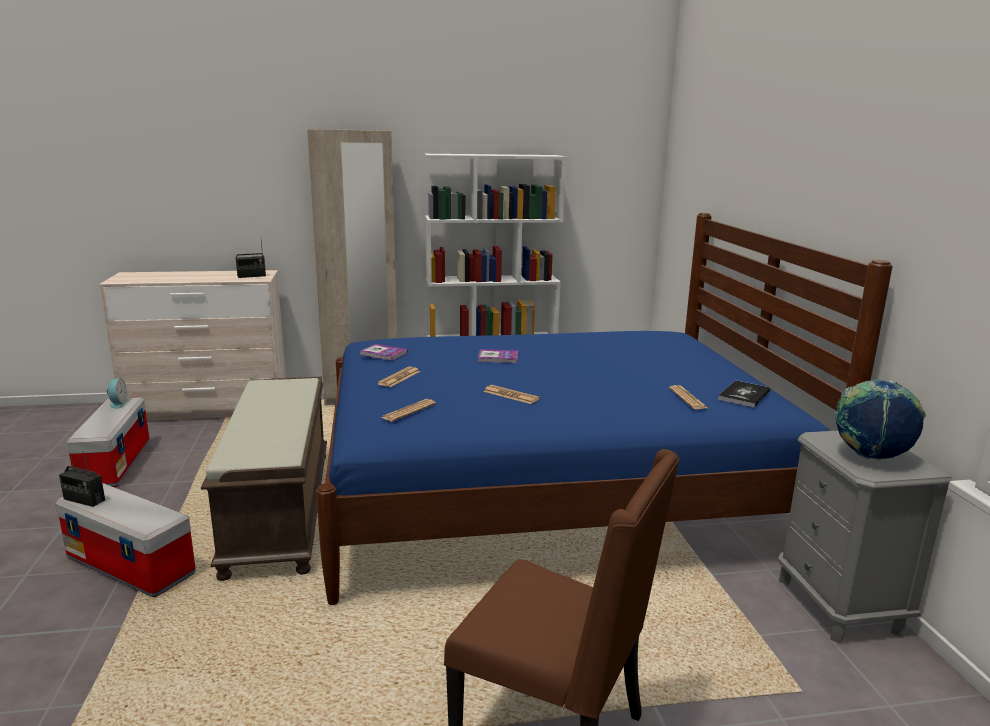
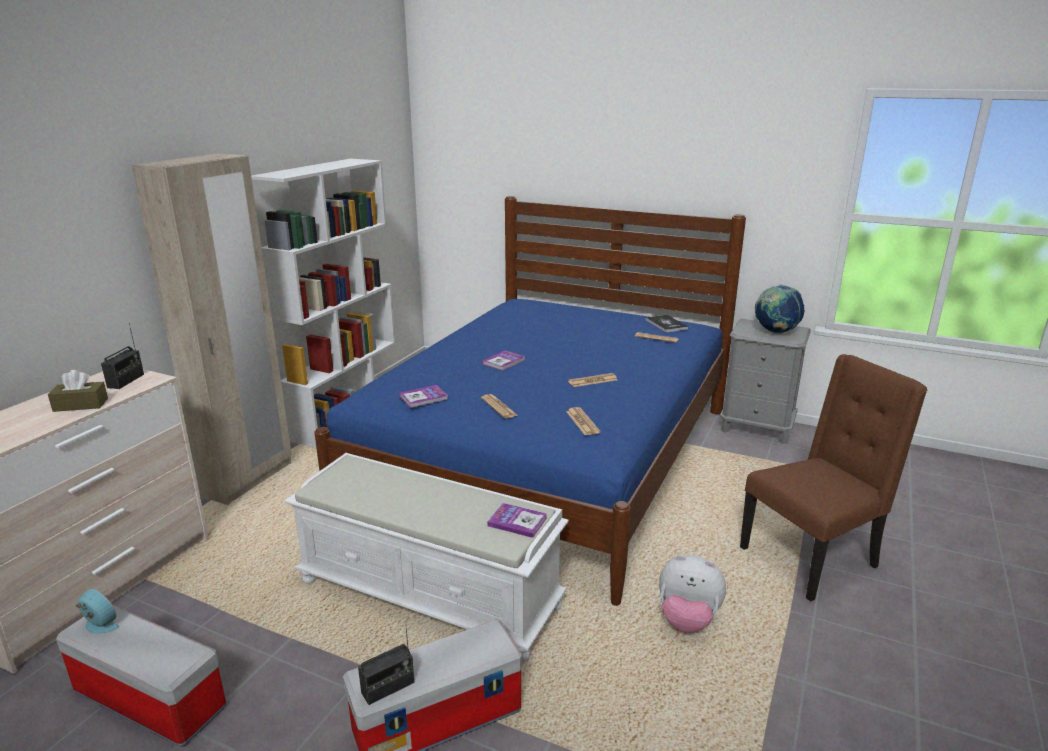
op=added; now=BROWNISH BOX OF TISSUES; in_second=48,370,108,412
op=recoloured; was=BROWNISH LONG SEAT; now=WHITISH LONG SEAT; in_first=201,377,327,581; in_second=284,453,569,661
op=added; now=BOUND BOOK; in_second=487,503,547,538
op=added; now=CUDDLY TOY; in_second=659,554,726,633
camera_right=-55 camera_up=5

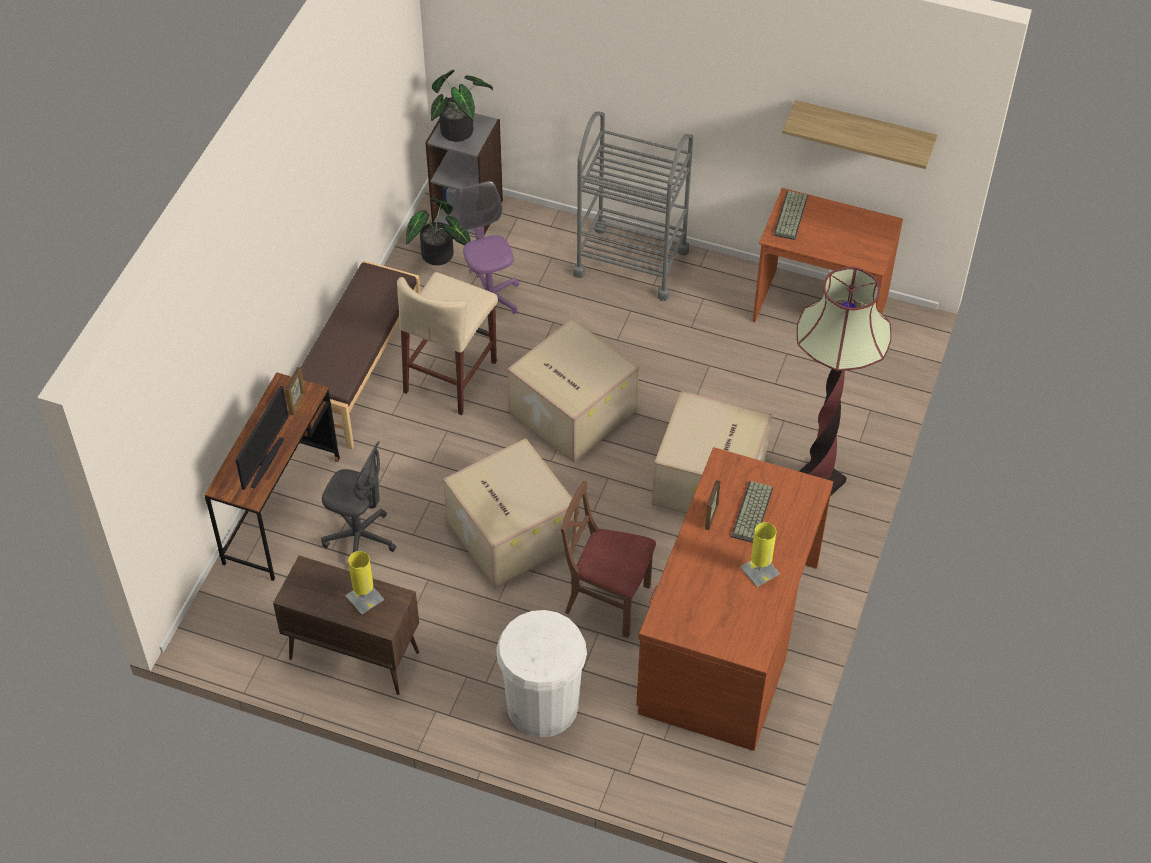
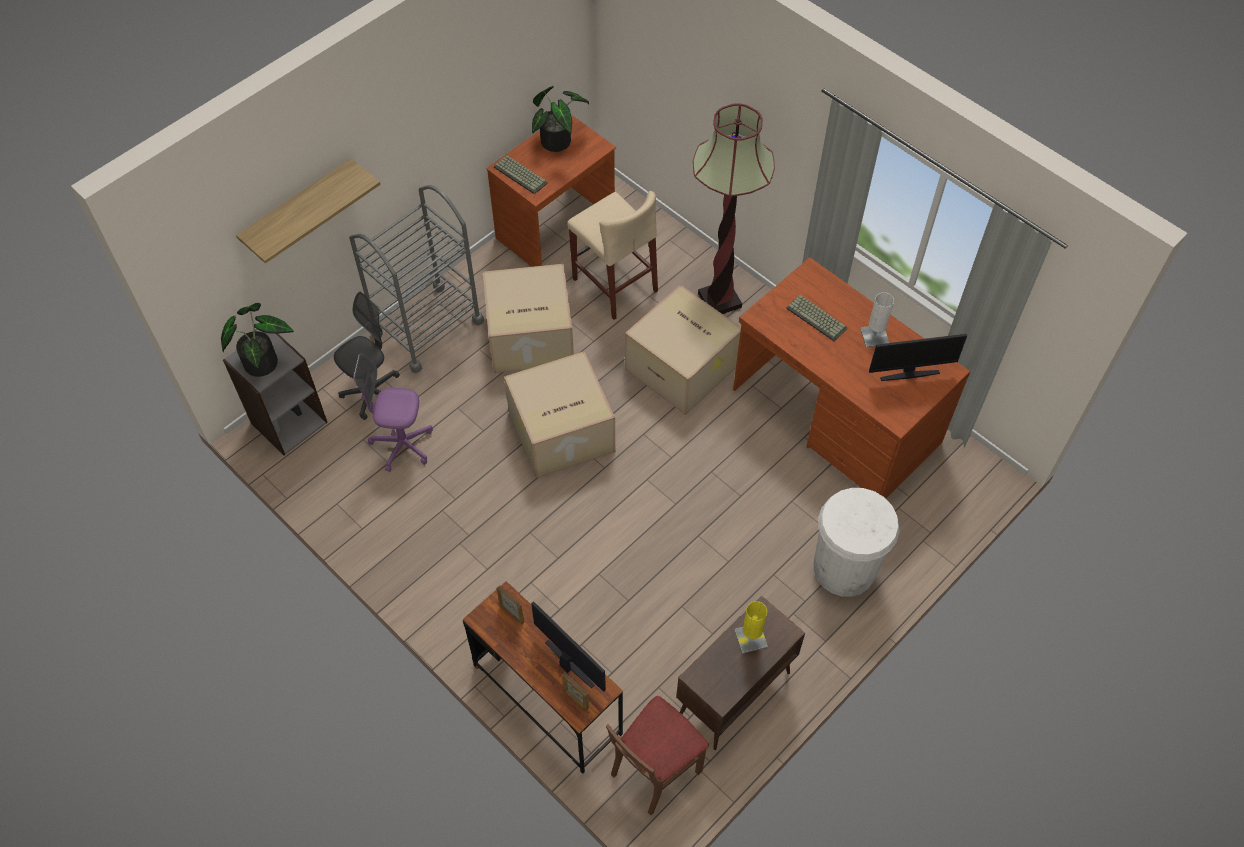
op=moved; was=BRACKET SHELF; in_first=782,100,937,169; in_second=236,158,381,264
op=moved; was=GREYISH COMPUTER CHAIR; in_first=321,441,396,552; in_second=334,292,400,420
op=moved; was=CARTON; in_first=443,438,577,588; in_second=483,264,574,373
op=moved; was=PLANT IN A POT; in_first=406,198,471,265; in_second=532,86,589,152
op=moved; was=PICTURE FRAME; in_first=705,480,720,530; in_second=562,672,589,711
op=moved; was=BEIGE-COLOURED STOOL SEAT; in_first=397,272,498,415; in_second=567,191,658,320
op=moved; was=BROWNISH CHAIR; in_first=561,481,656,638; in_second=606,696,709,815
op=recoloured; was=YELLOWISH TABLETOP LAMP; now=WHITISH TABLETOP LAMP; in_first=740,522,780,587; in_second=860,292,894,347
op=added; now=COMPUTER SCREEN; in_second=869,334,967,381
op=removed; was=BROWNISH LONG SEAT; in_first=301,261,421,449
camera_right=-65 camera_up=5

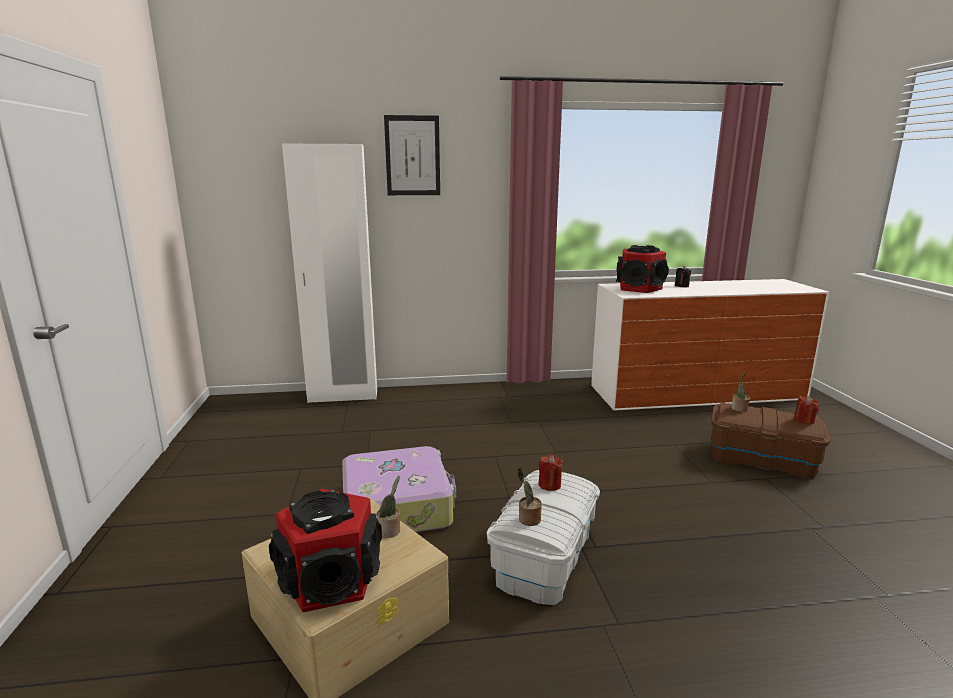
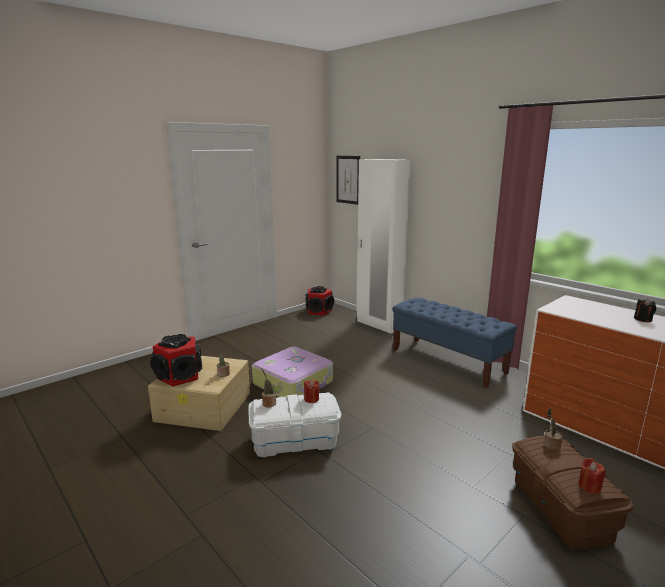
op=moved; was=AUDIO SPEAKER; in_first=616,245,669,293; in_second=305,286,335,316
op=moved; was=WALL PICTURE; in_first=384,115,440,195; in_second=336,156,360,205
op=added; now=BLUISH LONG SEAT; in_second=392,298,517,388
camera_right=55 camera_up=0

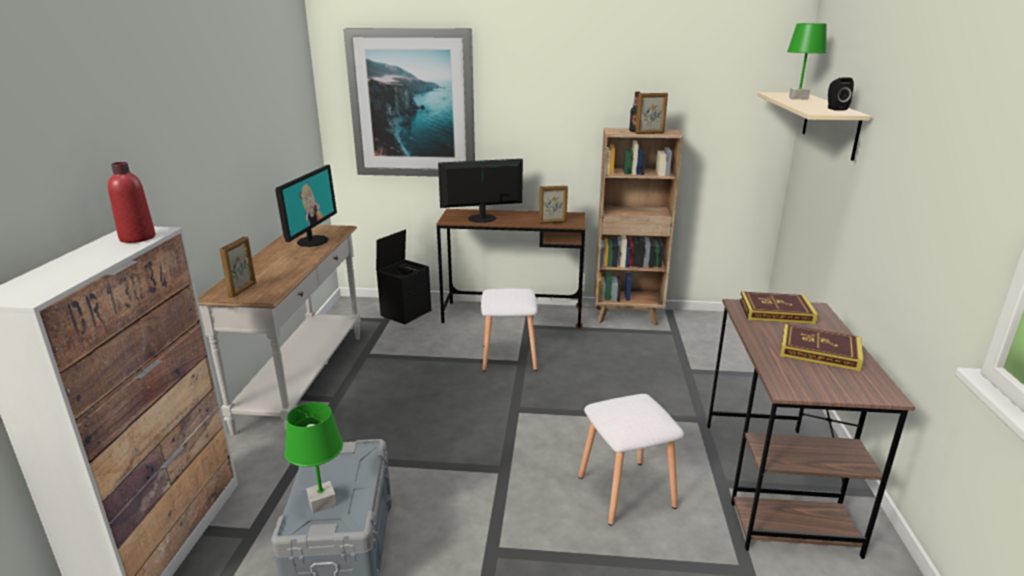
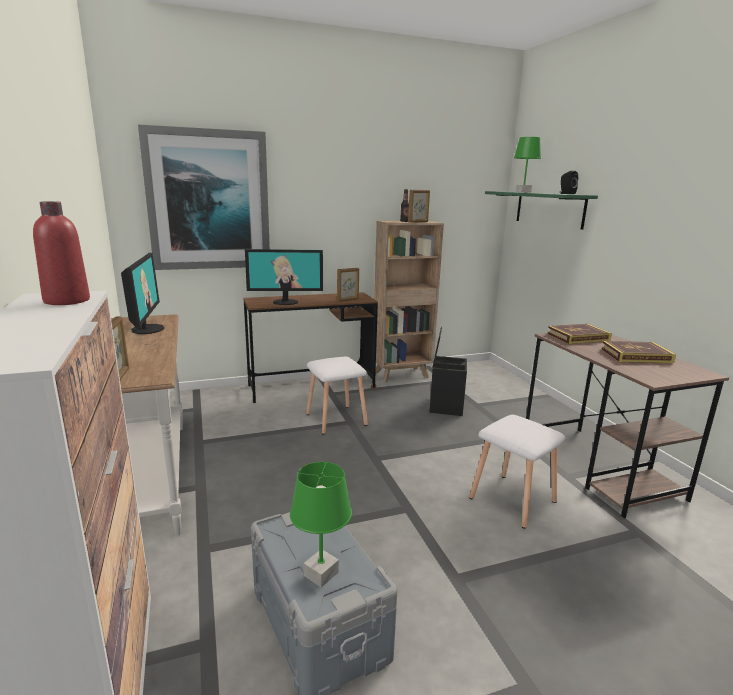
op=turned; was=COMPUTER SCREEN; in_first=438,159,523,223; in_second=245,249,323,305; clockwise=-150
op=moved; was=BLACK STORAGE CONTAINER; in_first=376,230,431,324; in_second=430,327,467,416
op=recoloured; was=BEIGE-COLOURED BRACKET SHELF; now=GREEN BRACKET SHELF; in_first=757,92,871,161; in_second=485,191,598,230
camera_right=-25 camera_up=-5

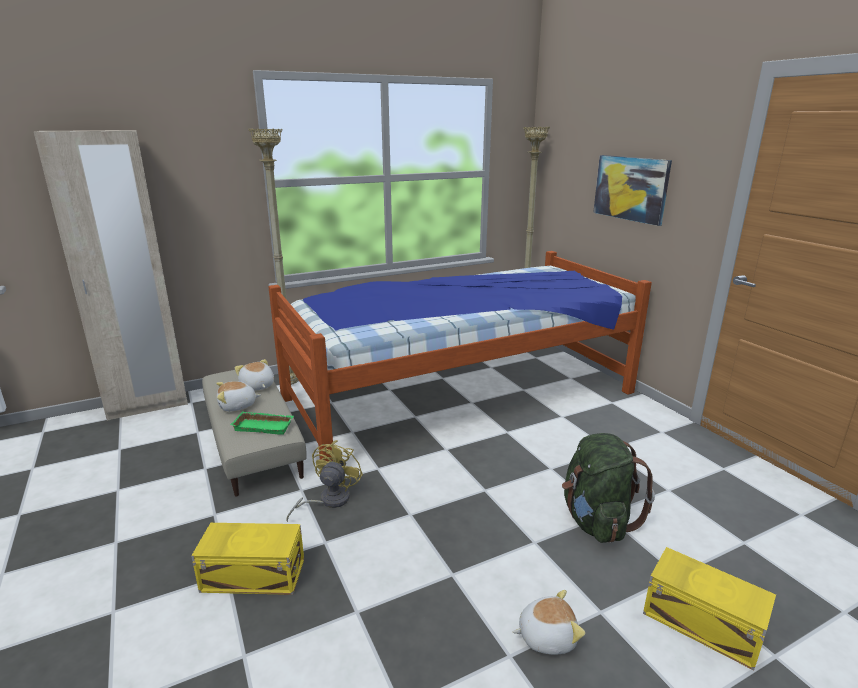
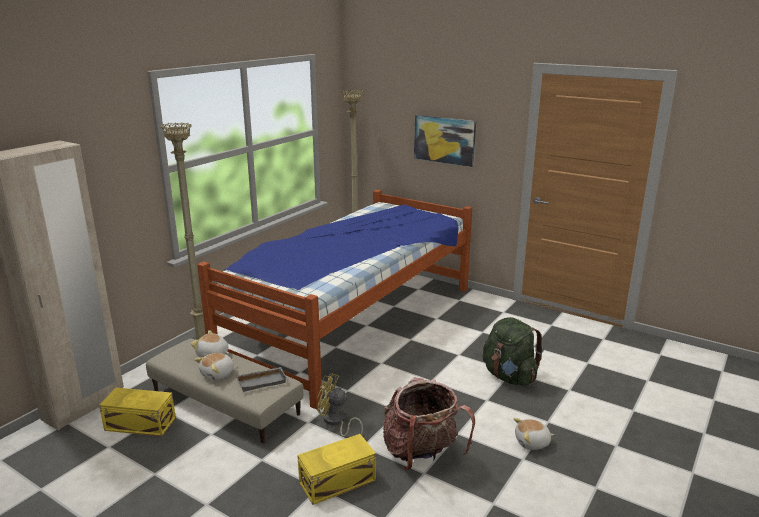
op=moved; was=YELLOWISH STORAGE CONTAINER; in_first=643,547,776,670; in_second=99,388,176,436
op=recoloured; was=GREEN TRAY; now=GREYISH TRAY; in_first=230,411,294,435; in_second=236,367,287,392
op=turned; was=YELLOWISH ELECTRIC FAN; in_first=286,440,363,522; in_second=317,373,363,437; clockwise=-60
op=added; now=KNAPSACK; in_second=383,378,475,471
op=turned; was=CUDDLY TOY; in_first=513,590,585,655; in_second=513,418,554,450; clockwise=-150
camera_right=-30 camera_up=0

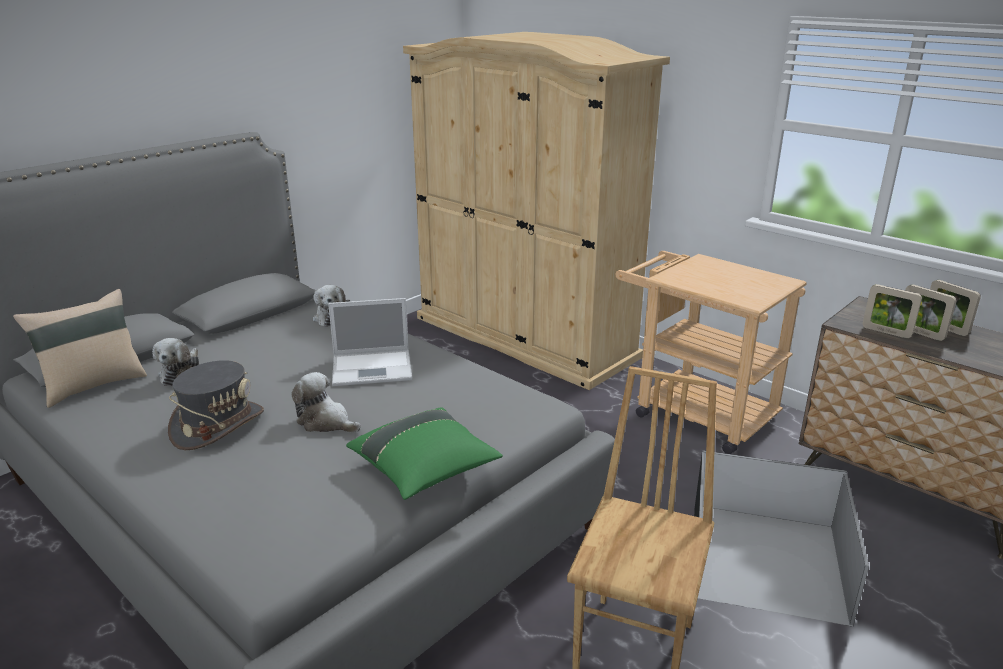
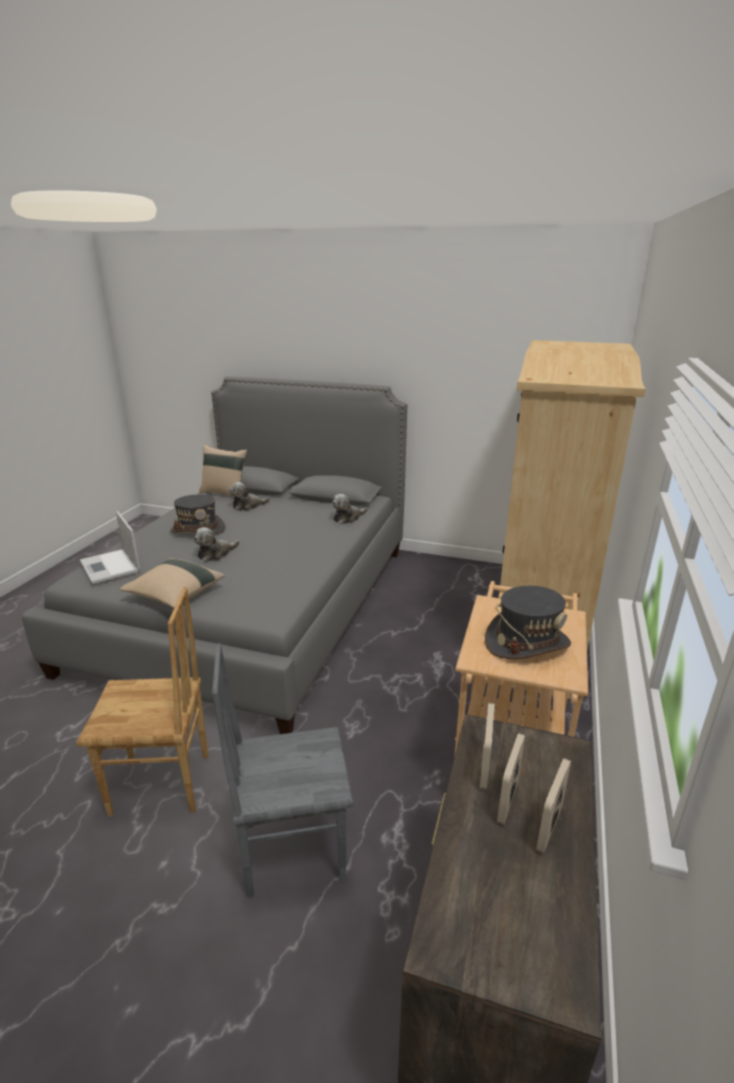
op=moved; was=LAPTOP; in_first=328,298,412,386; in_second=80,511,140,584
op=recoloured; was=GREEN THROW PILLOW; now=BEIGE-COLOURED THROW PILLOW; in_first=346,407,503,500; in_second=119,558,225,608
op=turned; was=CUDDLY TOY; in_first=291,372,361,433; in_second=194,527,239,562; clockwise=-135
op=replaced; was=BLACK STORAGE CONTAINER; now=GREYISH CHAIR; in_first=694,450,869,627; in_second=212,643,353,898
op=added; now=GREYISH WEARABLE HAT; in_second=485,586,571,659
camera_right=65 camera_up=0

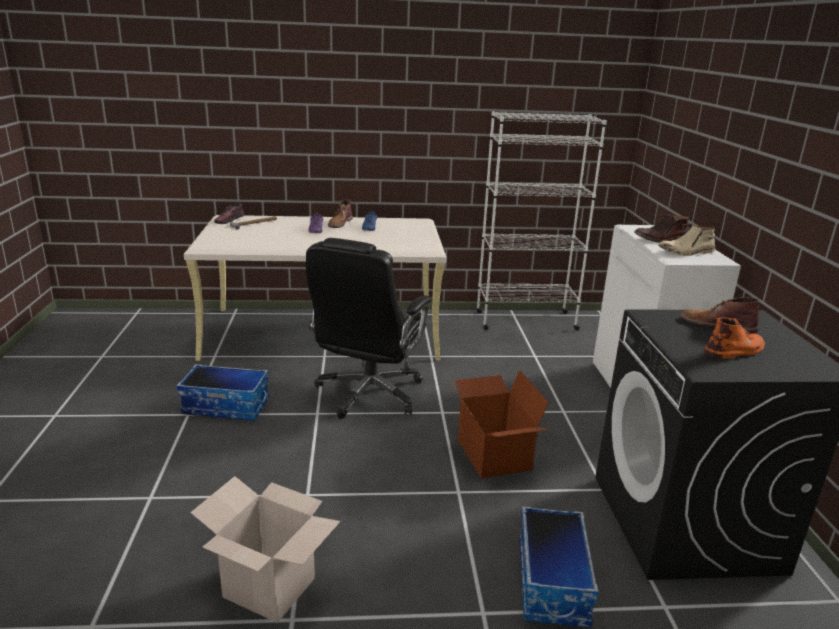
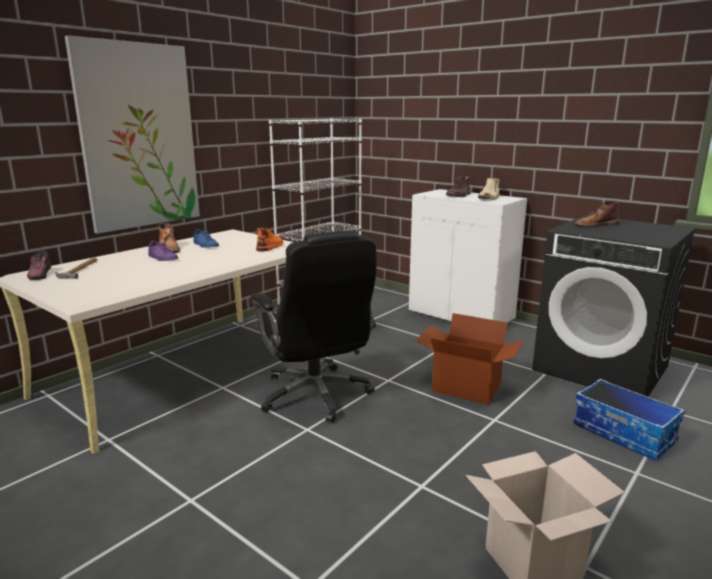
op=added; now=WALL PICTURE; in_second=65,35,200,234
op=moved; was=ORANGEY TALL BOOT; in_first=704,317,765,359; in_second=256,227,283,251
op=removed; was=STORAGE CONTAINER; in_first=176,364,270,420
camera_right=-45 camera_up=-5

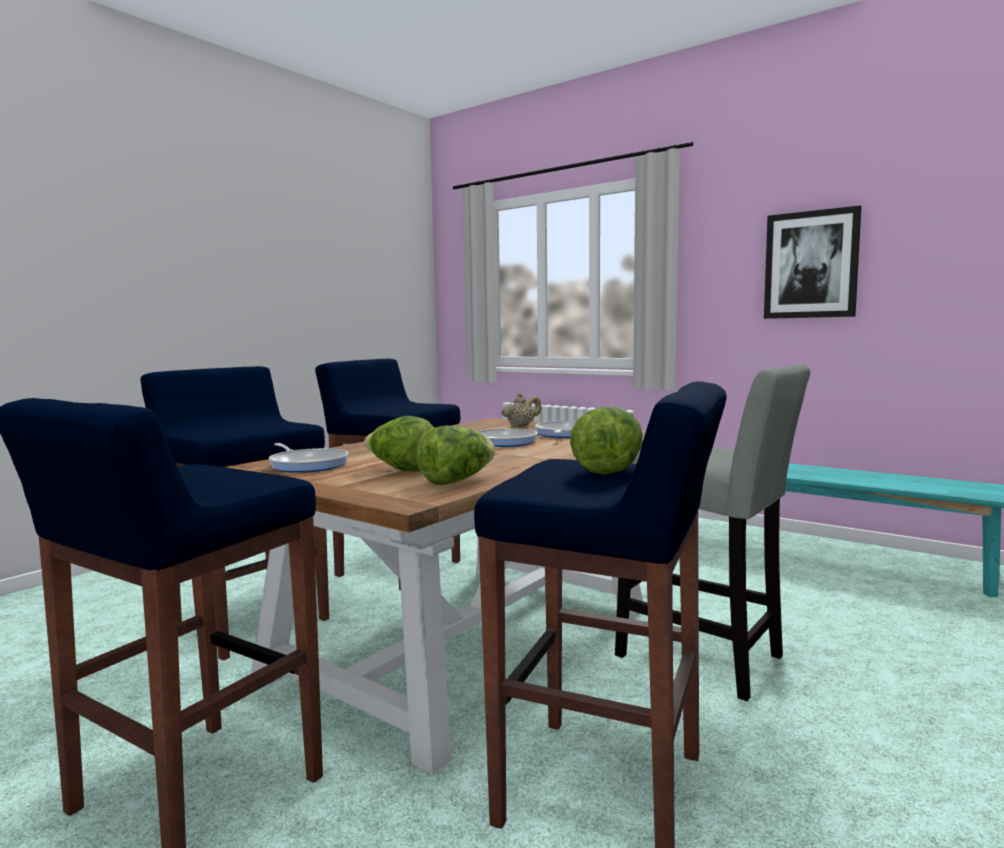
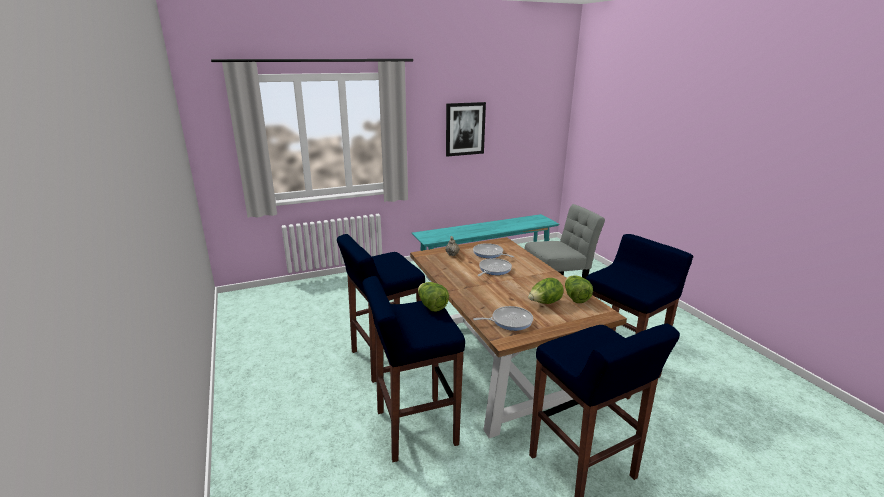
op=moved; was=LETTUCE; in_first=570,406,643,475; in_second=418,282,449,312
camera_right=-60 camera_up=15

